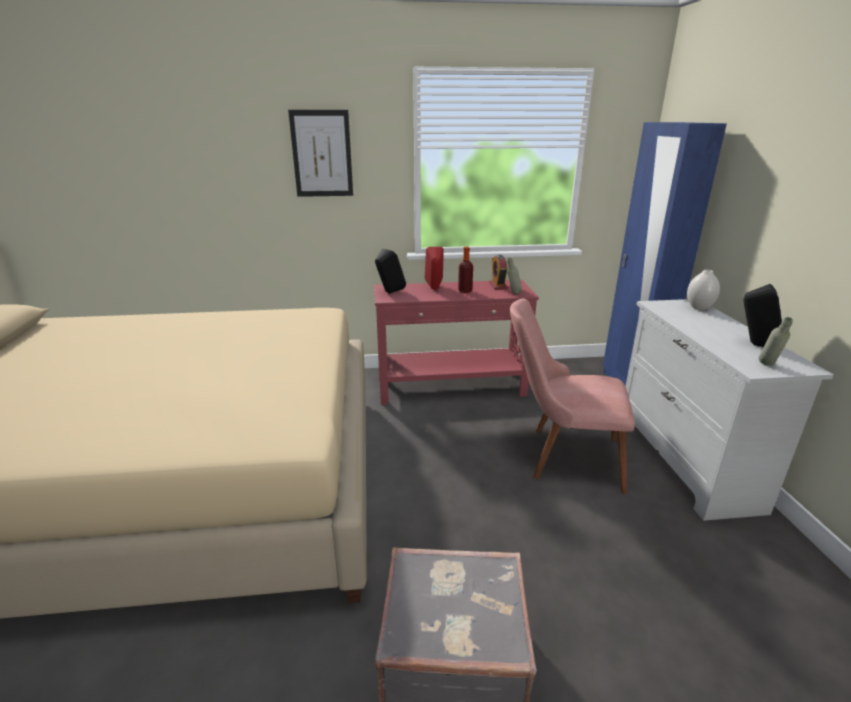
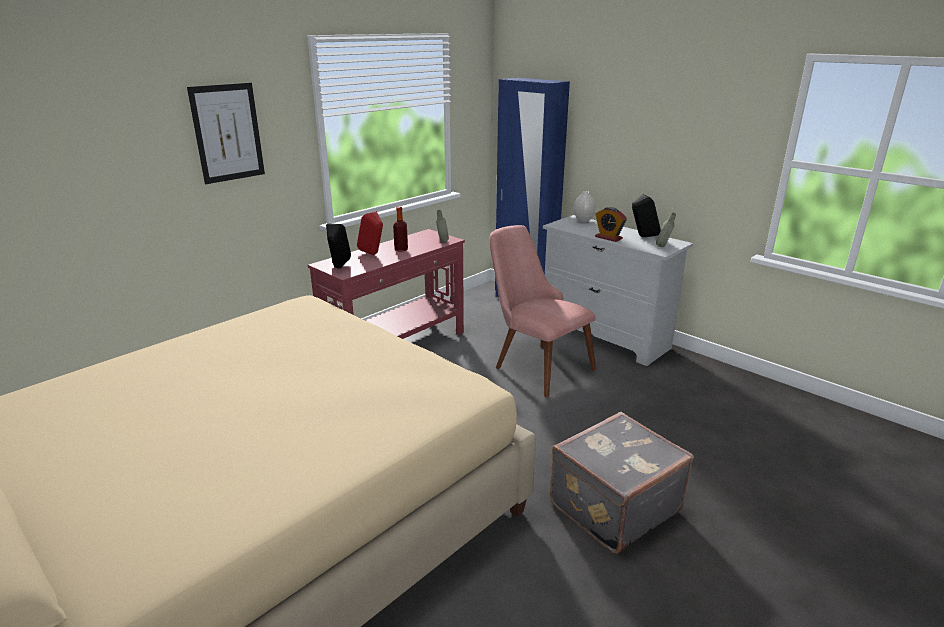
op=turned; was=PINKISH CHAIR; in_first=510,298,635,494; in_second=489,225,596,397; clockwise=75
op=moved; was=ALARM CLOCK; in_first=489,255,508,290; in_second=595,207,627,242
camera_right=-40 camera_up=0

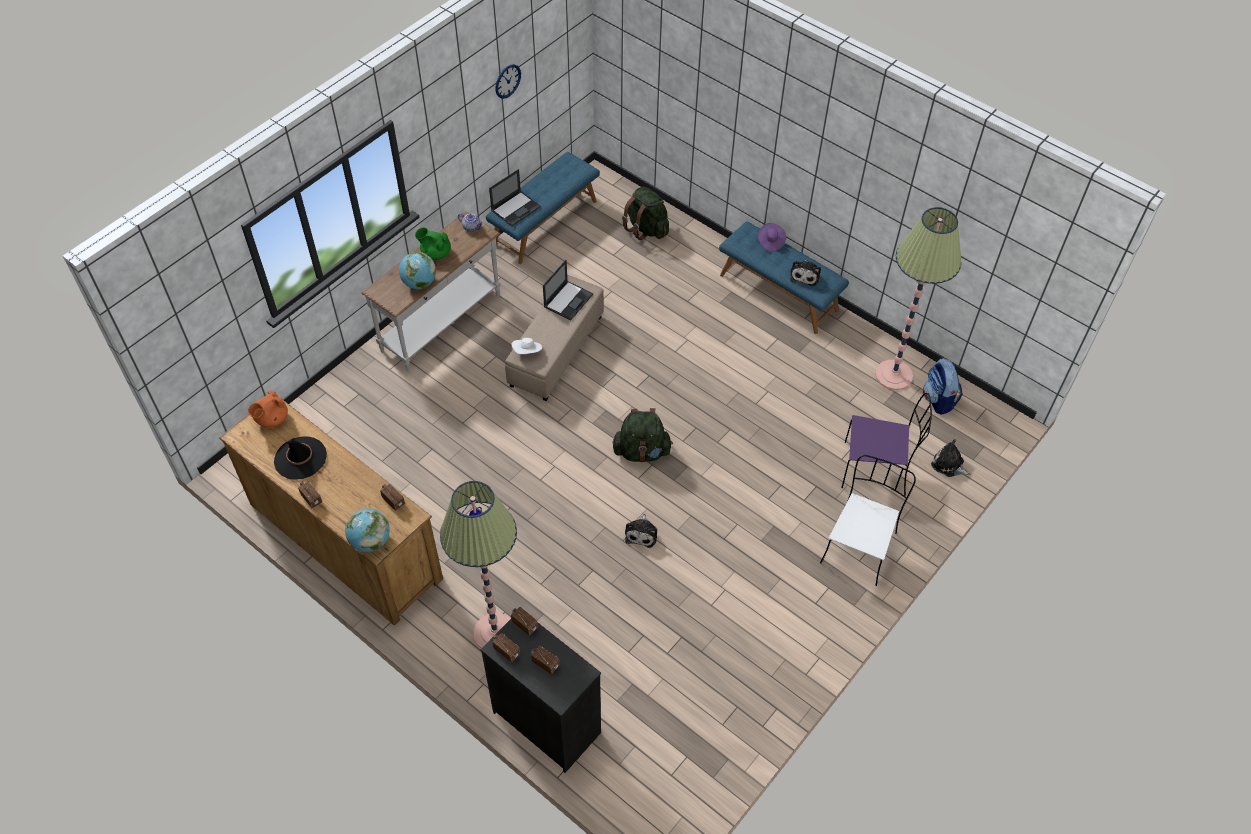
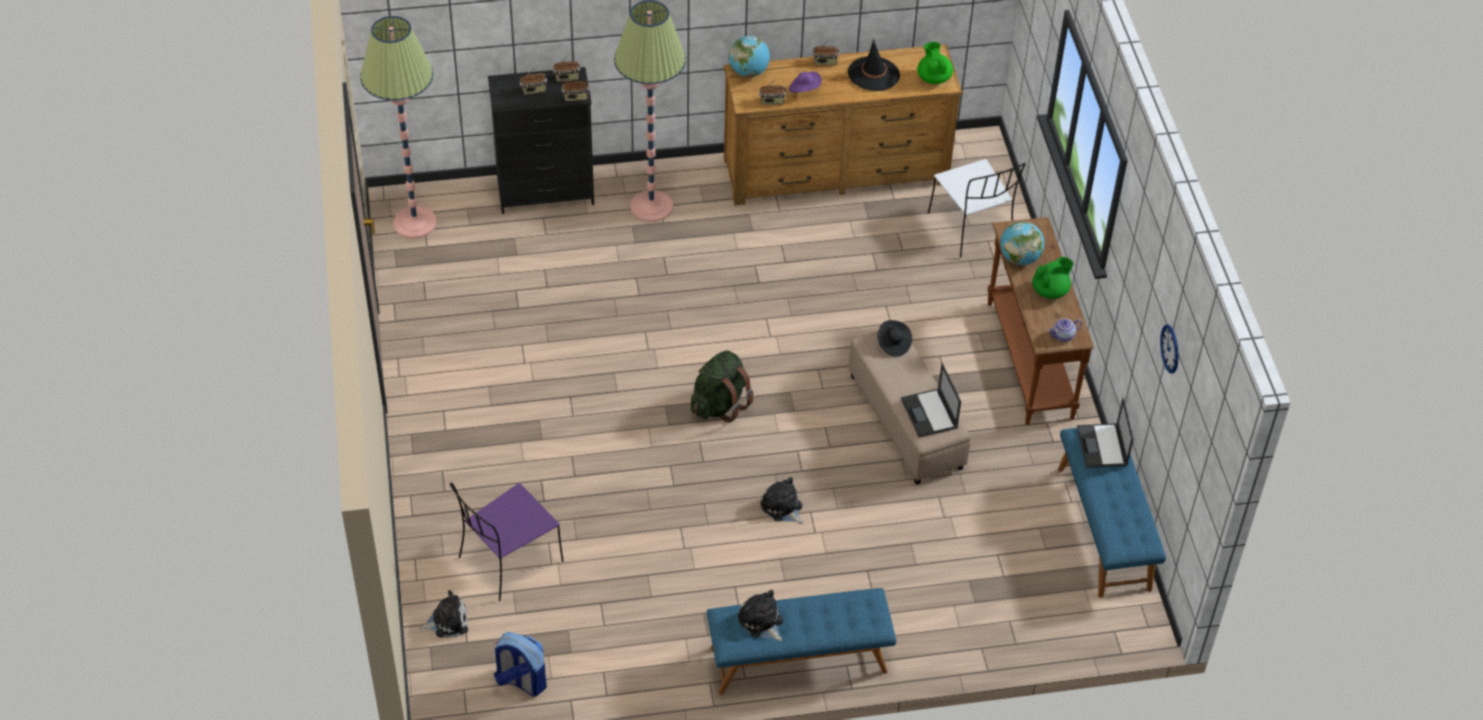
op=moved; was=STANDING LAMP; in_first=875,207,961,390; in_second=360,16,437,239
op=moved; was=CUDDLY TOY; in_first=625,513,657,548; in_second=760,477,803,524
op=moved; was=PURPLISH WEARABLE HAT; in_first=758,223,786,252; in_second=789,72,822,93
op=recoloured; was=WHITISH WEARABLE HAT; now=BLACK WEARABLE HAT; in_first=512,338,542,354; in_second=877,320,912,357
op=recoloured; was=ORANGEY POT FOR TEA; now=GREEN POT FOR TEA; in_first=248,391,288,427; in_second=917,42,953,84
op=moved; was=WHITISH CHAIR; in_first=820,455,916,586; in_second=928,159,1025,258
op=recoloured; was=WHITISH NARROW TABLE; now=BROWNISH NARROW TABLE; in_first=361,211,501,372; in_second=988,217,1094,425
op=removed; was=GREEN KNAPSACK; in_first=622,187,669,240
camera_right=130 camera_up=-5

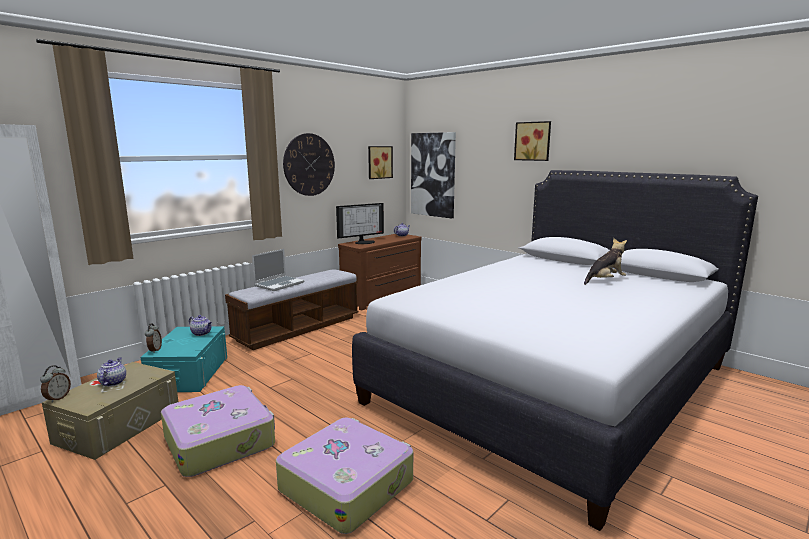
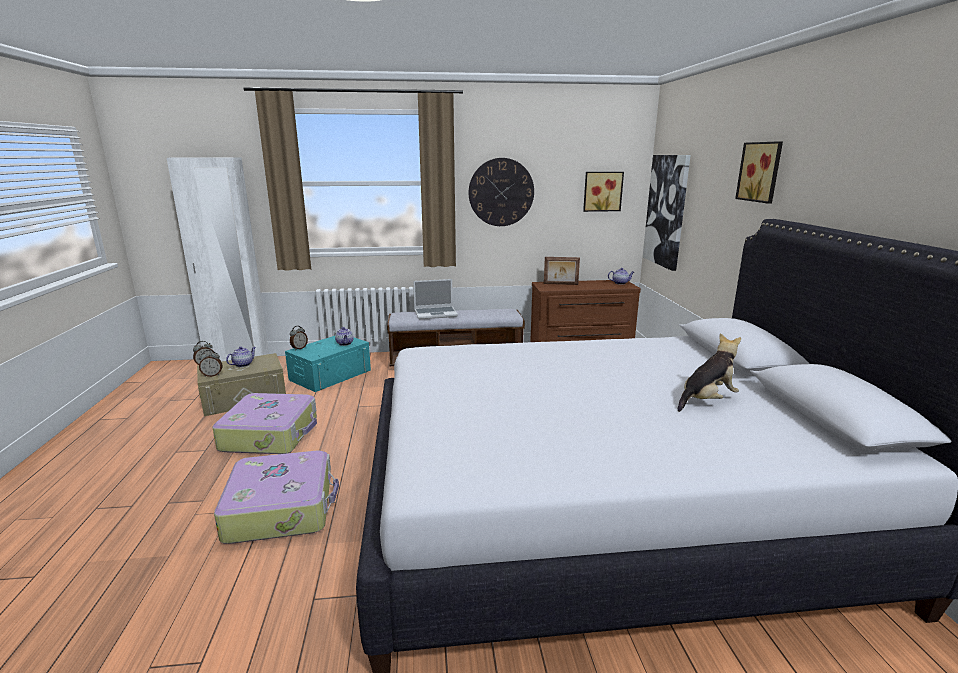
op=added; now=ALARM CLOCK; in_second=199,350,222,377
op=replaced; was=COMPUTER SCREEN; now=PICTURE FRAME; in_first=336,203,384,244; in_second=544,257,580,285
op=turned; was=CUDDLY TOY; in_first=584,238,627,285; in_second=678,333,741,412; clockwise=-45
camera_right=40 camera_up=5

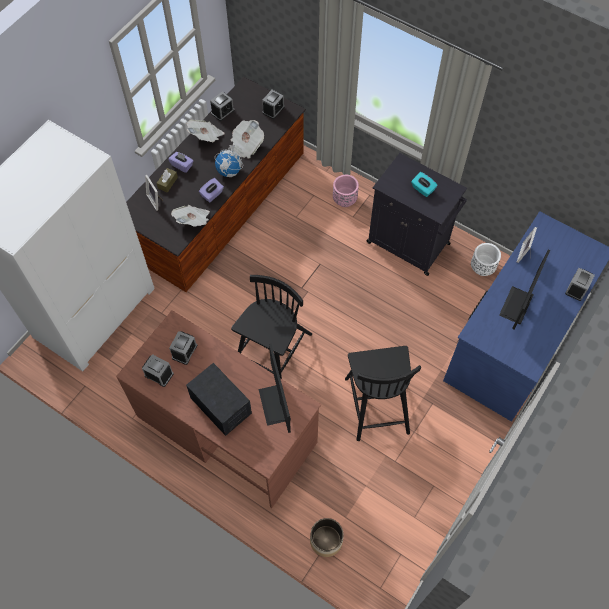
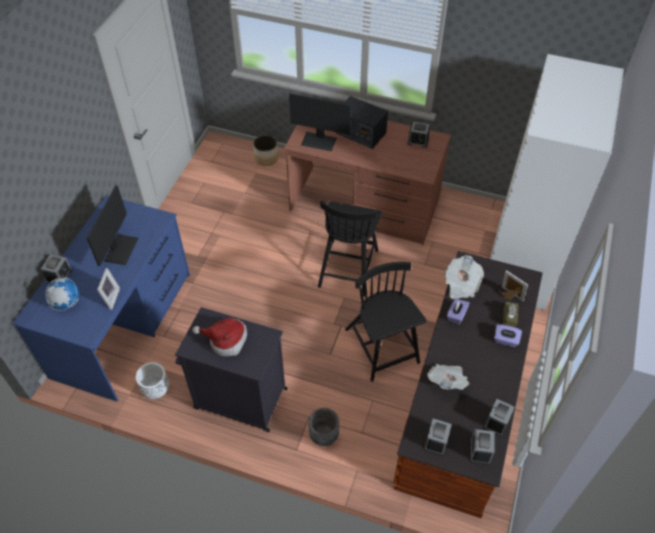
op=moved; was=WORLD GLOBE; in_first=215,145,243,177; in_second=45,277,79,311
op=replaced; was=BLUE-GREEN BOX OF TISSUES; now=WEARABLE HAT; in_first=411,172,438,197; in_second=192,318,247,356
op=turned; was=COMPUTER SCREEN; in_first=259,344,291,433; in_second=289,93,351,151; clockwise=135
op=recoloured; was=PINKISH FLOWER POT; now=GREYISH FLOWER POT; in_first=333,175,359,207; in_second=309,408,339,446
op=moved; was=BLACK CHAIR; in_first=345,346,421,441; in_second=345,262,427,382
op=moved; was=ALARM CLOCK; in_first=169,331,197,365; in_second=470,429,494,465
op=removed; was=PRINTED PAPER; in_first=187,120,225,142
camera_right=165 camera_up=-10

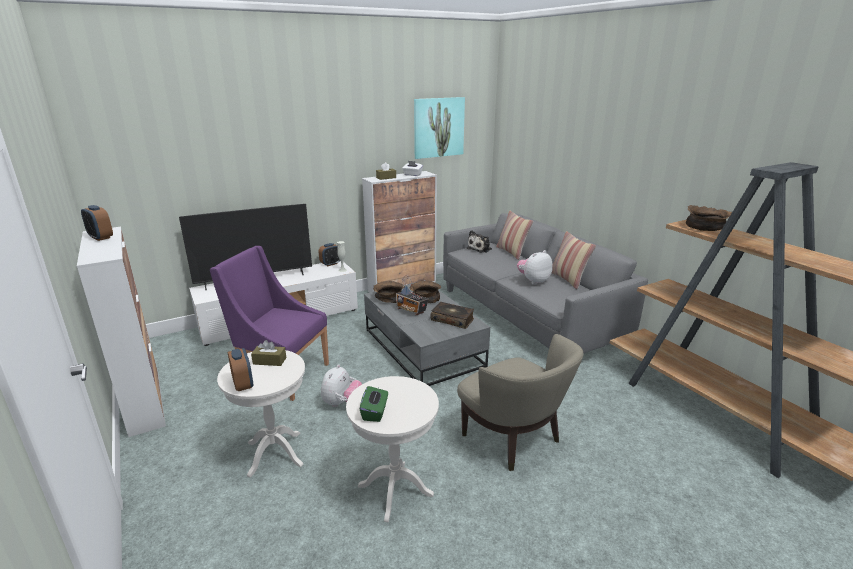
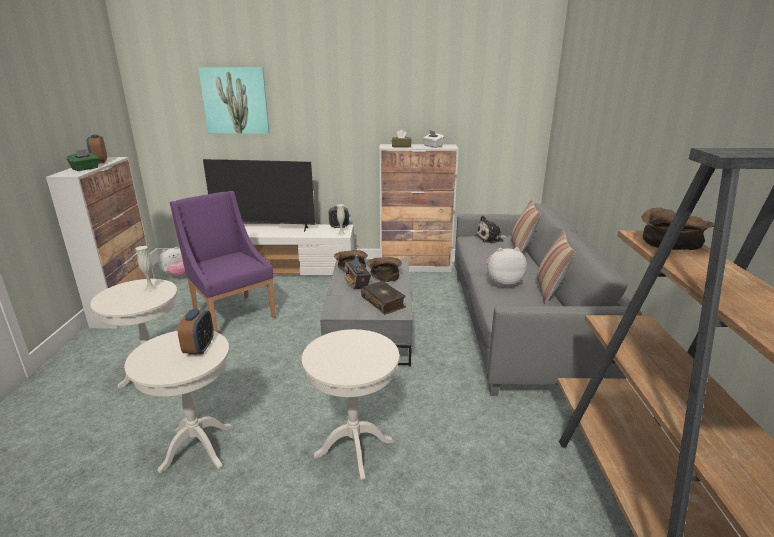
op=moved; was=GREEN BOX OF TISSUES; in_first=360,386,388,422; in_second=66,149,99,171
op=replaced; was=BROWNISH BOX OF TISSUES; now=WHITISH FLOWER VASE; in_first=251,340,286,366; in_second=135,246,158,292
op=moved; was=CUDDLY TOY; in_first=321,364,362,407; in_second=158,247,185,277
op=moved; was=ALARM CLOCK; in_first=228,348,253,391; in_second=178,309,214,355
op=moved; was=WALL PICTURE; in_first=414,97,465,159; in_second=198,67,270,133
op=replaced; was=BEIGE-COLOURED ARMCHAIR; now=WHITISH SIDE TABLE; in_first=457,334,583,471; in_second=302,329,399,480
camera_right=30 camera_up=0

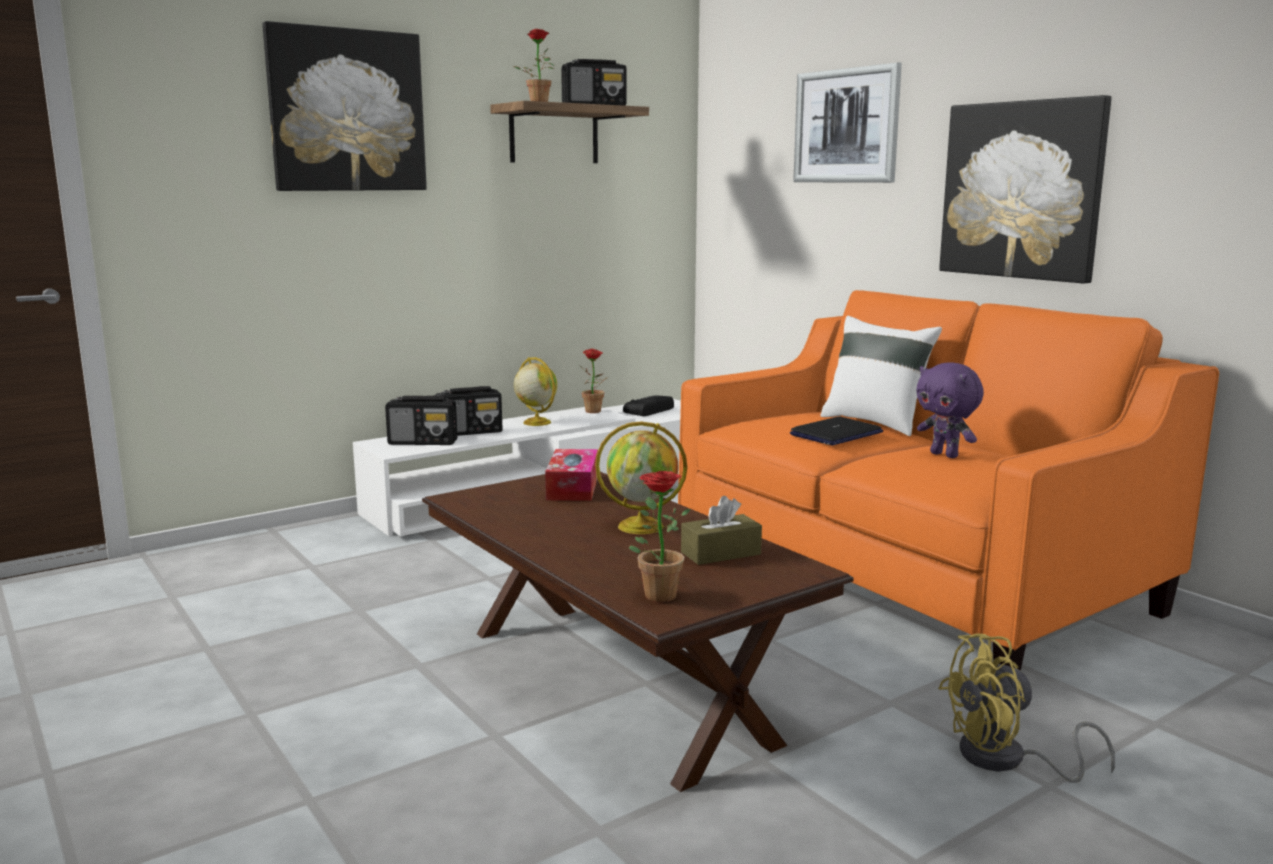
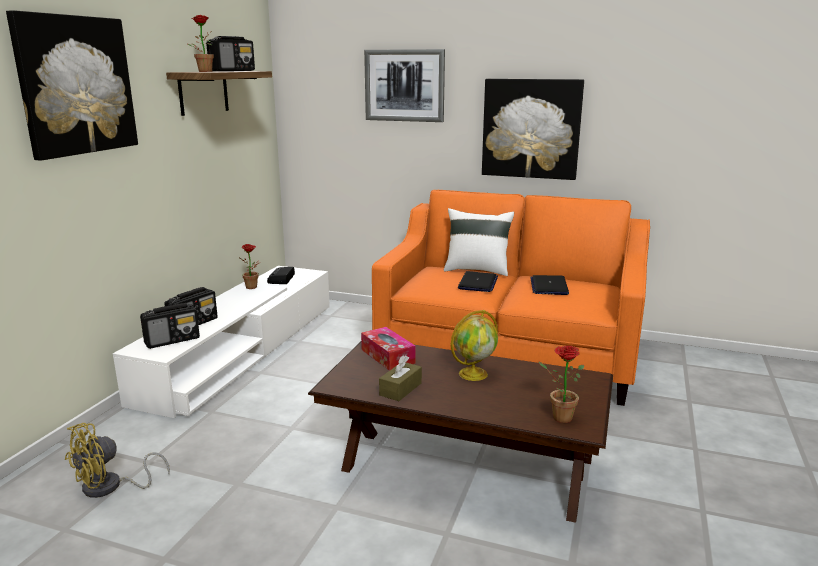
op=moved; was=YELLOWISH ELECTRIC FAN; in_first=938,633,1115,783; in_second=65,423,170,498
op=moved; was=BROWNISH BOX OF TISSUES; in_first=681,496,762,565; in_second=379,355,422,401
op=replaced; was=PURPLISH CUDDLY TOY; now=LAPTOP; in_first=916,362,984,458; in_second=530,275,569,295
op=removed; was=WORLD GLOBE; in_first=514,357,557,426
camera_right=-35 camera_up=5

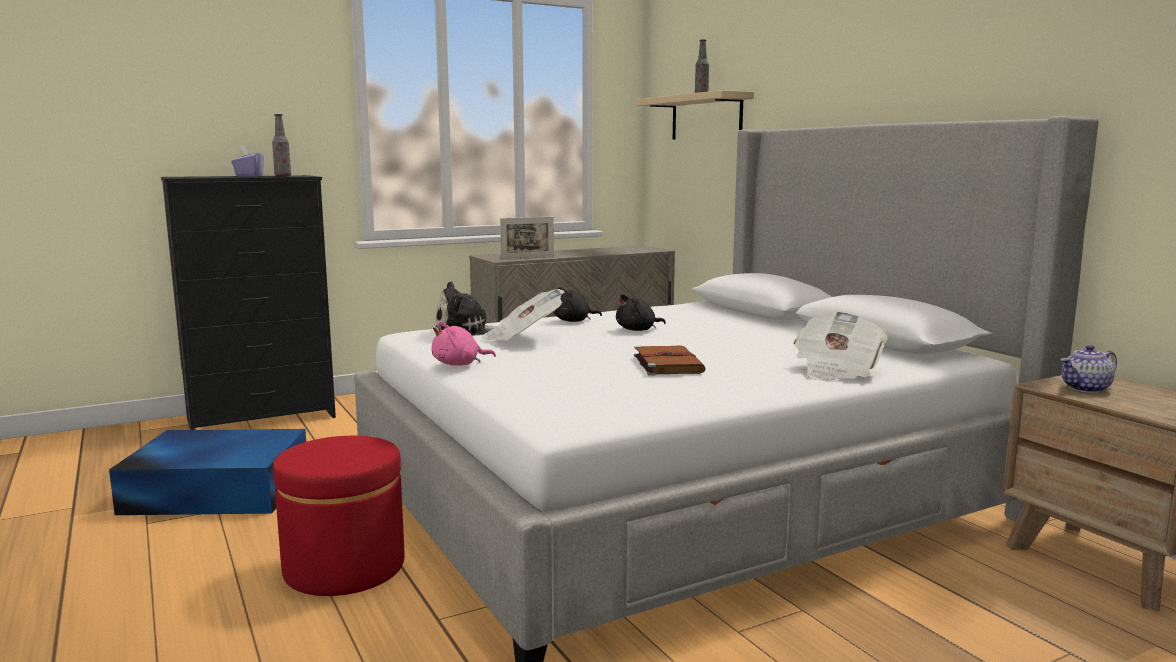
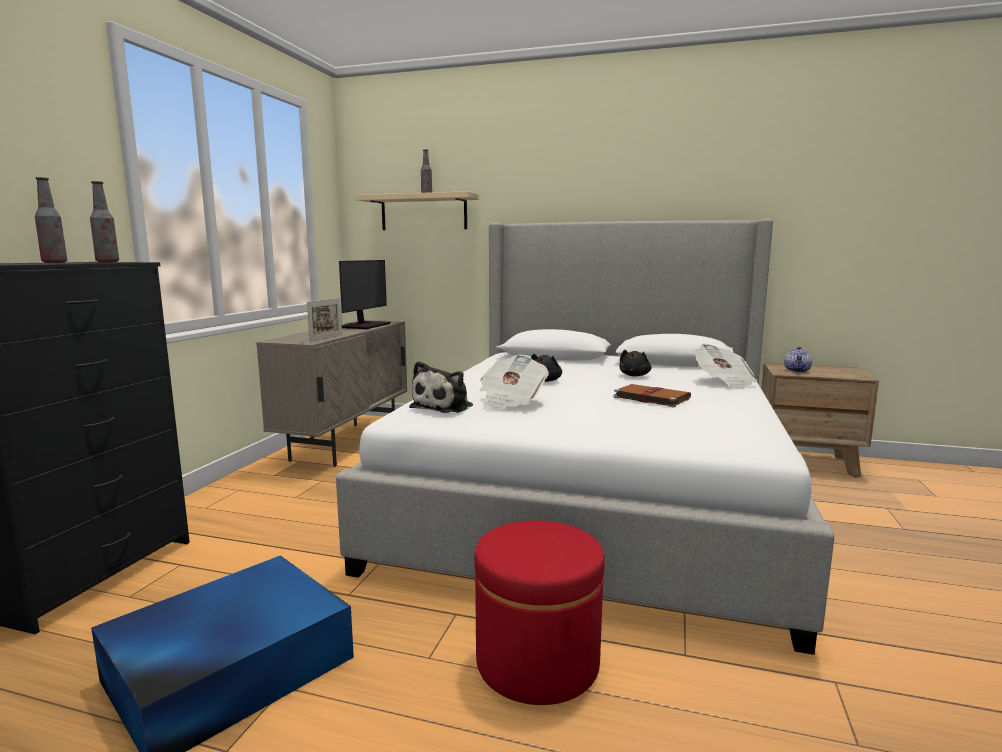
op=replaced; was=PURPLISH BOX OF TISSUES; now=BEVERAGE BOTTLE; in_first=231,146,264,177; in_second=35,177,67,263
op=added; now=COMPUTER SCREEN; in_second=339,260,391,329
op=moved; was=BLACK CUDDLY TOY; in_first=553,287,602,322; in_second=619,350,652,376
op=removed; was=PINKISH CUDDLY TOY; in_first=431,322,496,366
camera_right=-45 camera_up=0

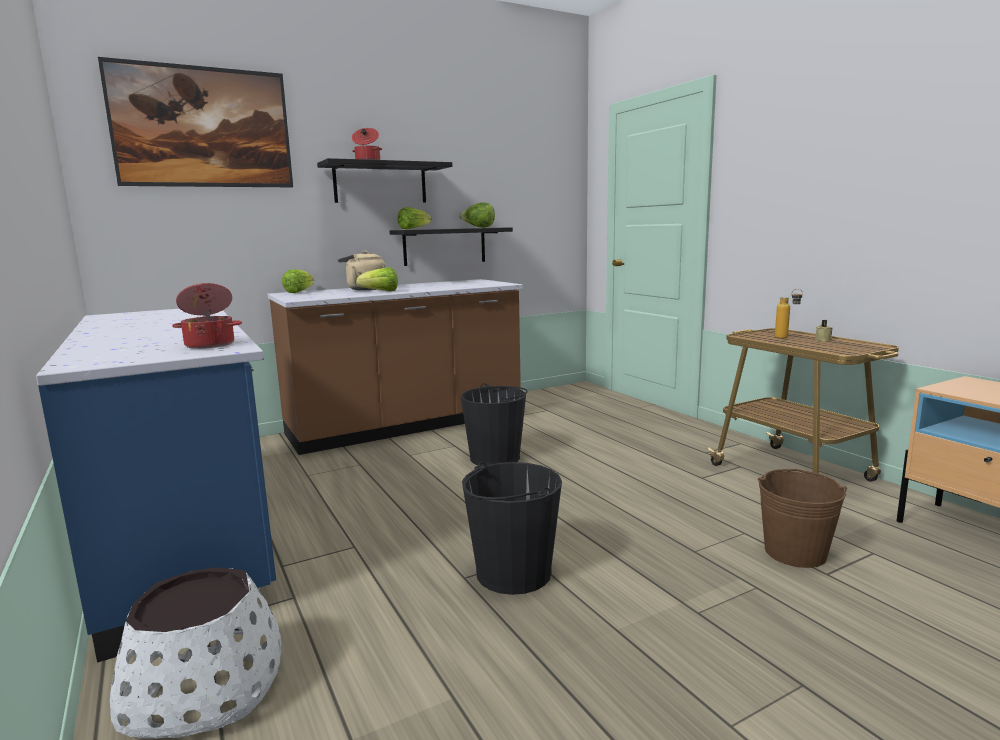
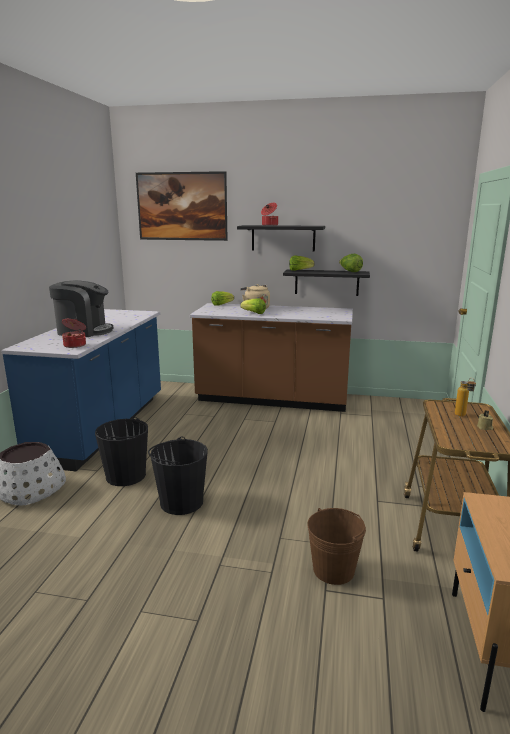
op=added; now=COFFEE BREWER; in_second=49,281,113,337
op=moved; was=BLACK PAIL; in_first=461,383,528,467; in_second=95,417,148,486
camera_right=40 camera_up=5

